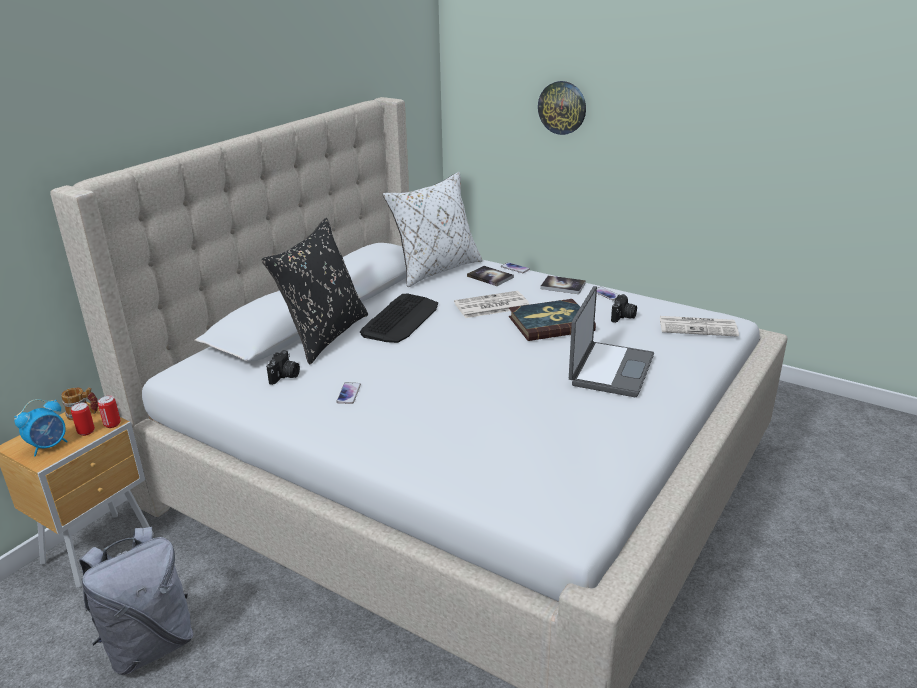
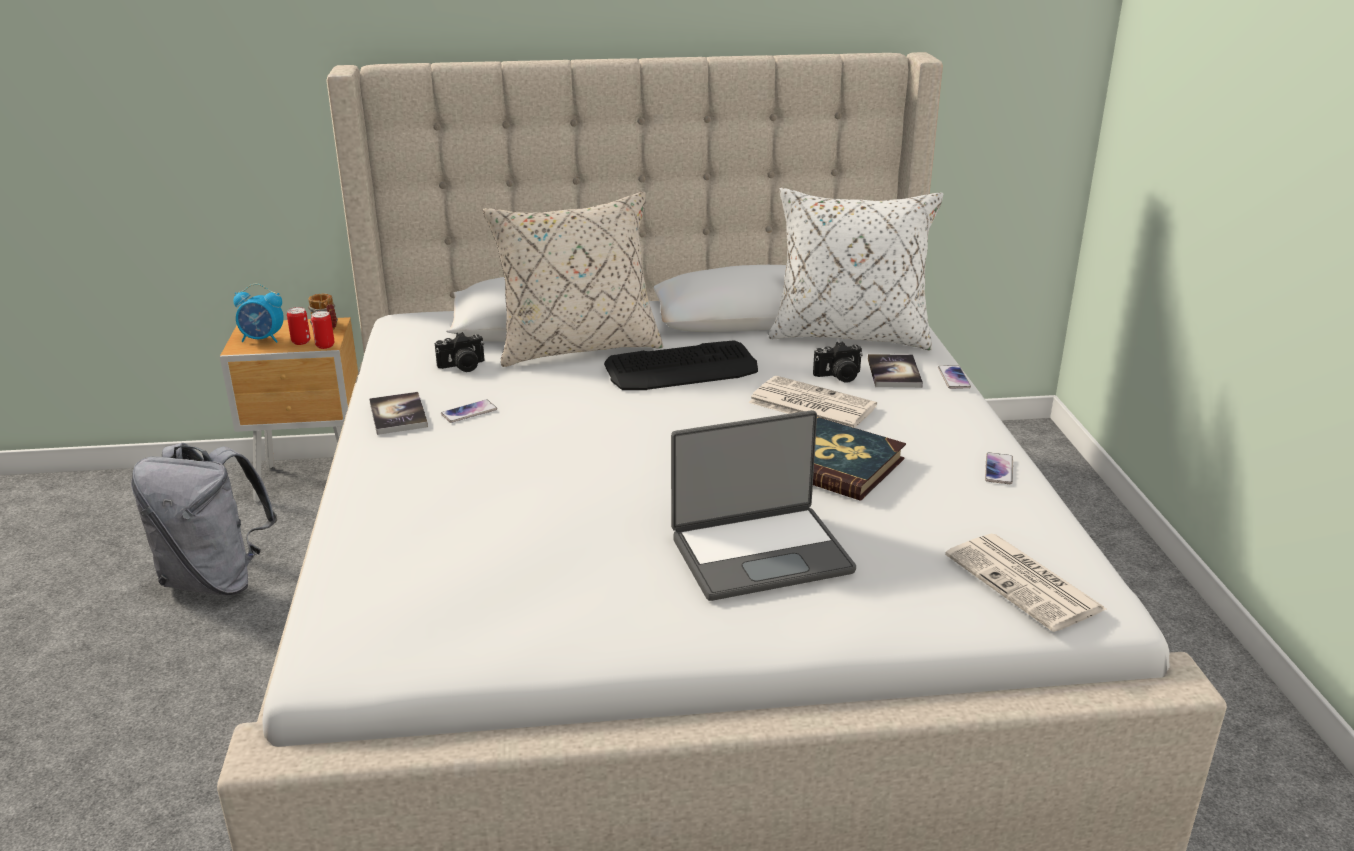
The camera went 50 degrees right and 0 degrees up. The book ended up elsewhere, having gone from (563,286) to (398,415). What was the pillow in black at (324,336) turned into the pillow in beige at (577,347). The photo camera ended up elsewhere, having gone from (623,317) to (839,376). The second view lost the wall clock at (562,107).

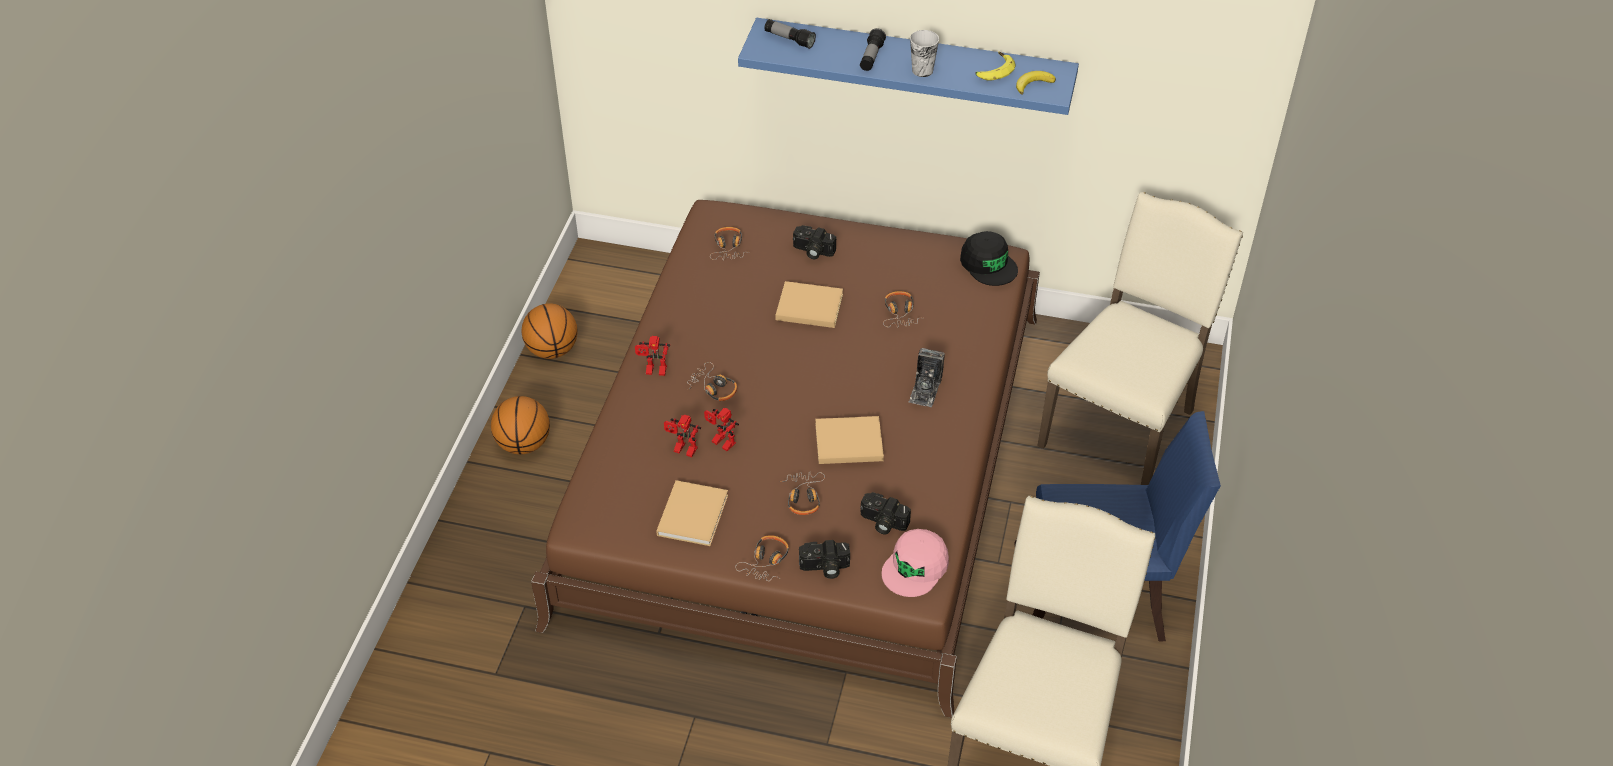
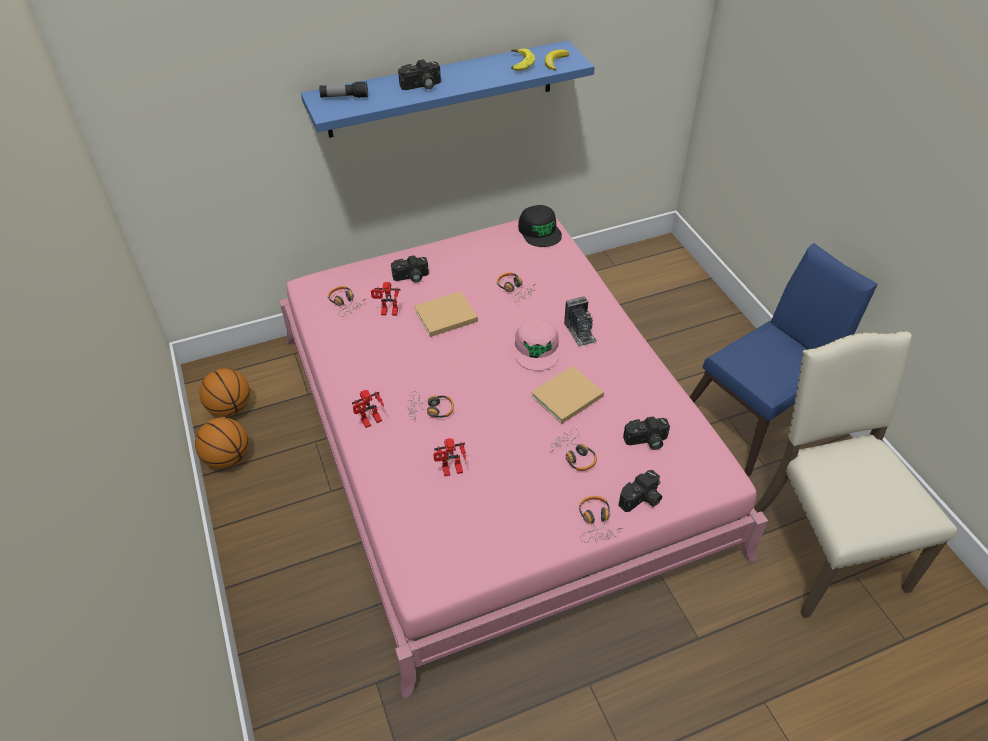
The camera went 35 degrees left and 0 degrees up. The basketball ended up elsewhere, having gone from (524,444) to (230,408). What was the bed in brown at (805,463) turned into the bed in pink at (494,438). The toy robot ended up elsewhere, having gone from (720,443) to (388,313). Where the flashlight stood at (871,57), the photo camera came to stand at (421,86). The cap in pink ended up elsewhere, having gone from (915,567) to (537,349). The cap in black at (988,264) ended up facing another way, 45 degrees clockwise from before. The second view lost the book in beige at (693,513). The second view lost the cup at (922,70). The second view lost the chair in beige at (1122,427).

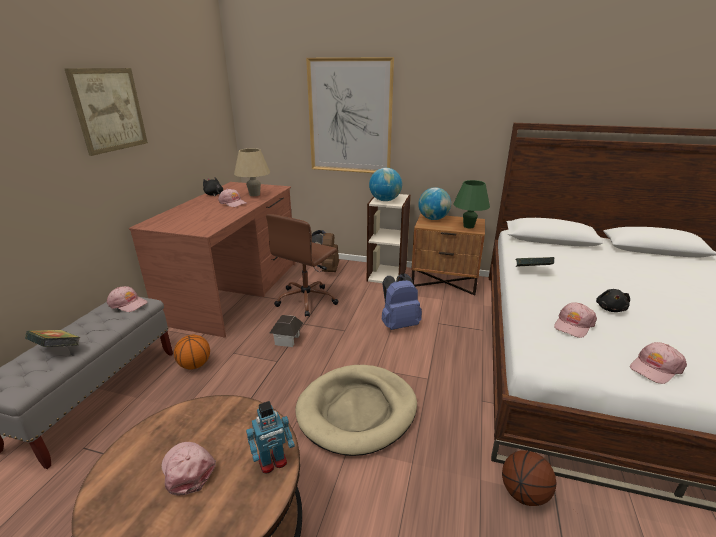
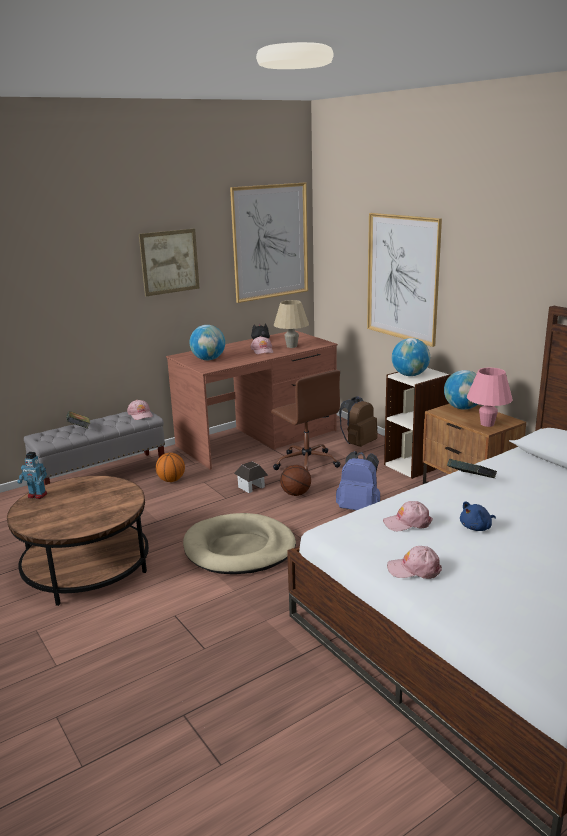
The camera went 40 degrees right and 5 degrees down. The toy robot ended up elsewhere, having gone from (273,462) to (37,495). The second view gained the globe at (208,359). The second view gained the picture at (270,242). The office chair in brown at (307,300) ended up facing another way, 105 degrees counterclockwise from before. The basketball ended up elsewhere, having gone from (524,493) to (296,494). What was the plush toy in black at (610,308) turned into the plush toy in blue at (477,527). What was the table lamp in green at (468,226) turned into the table lamp in pink at (487,424). The second view lost the cap in pink at (187,469).

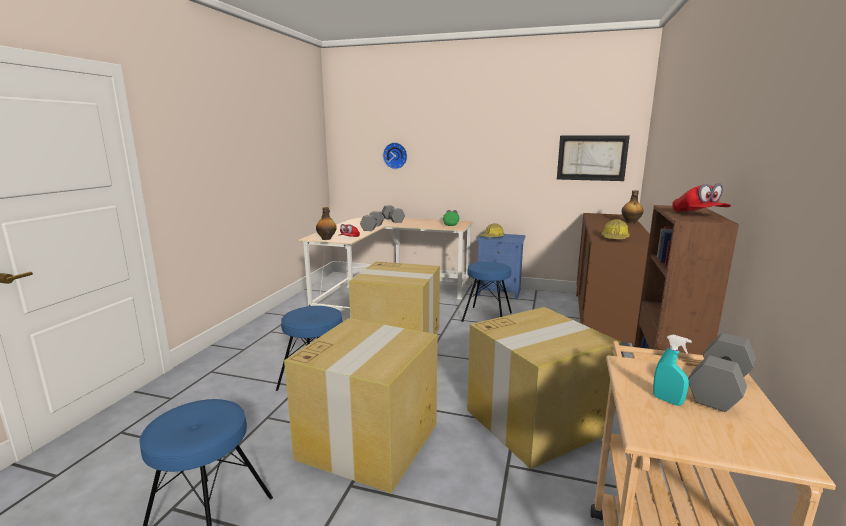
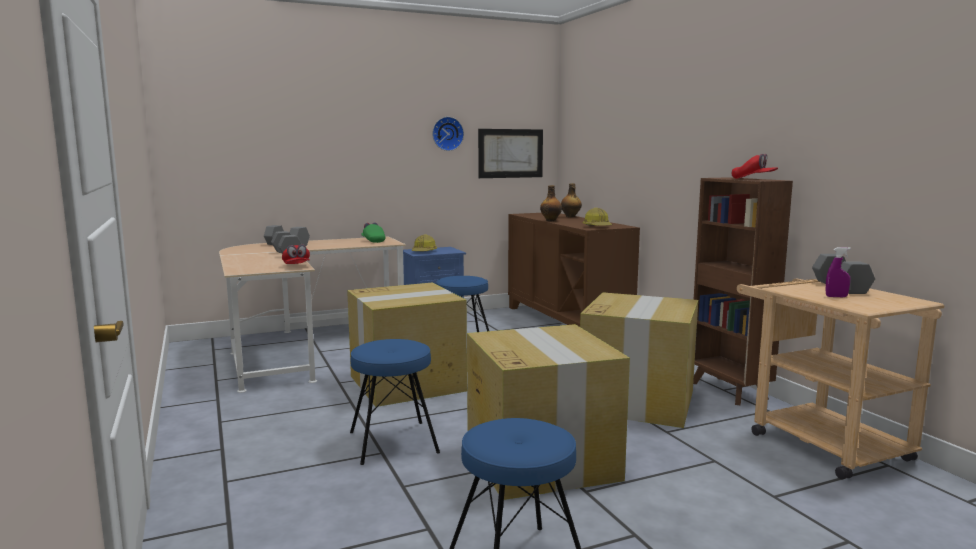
The camera went 40 degrees left and 5 degrees down. The wall clock ended up elsewhere, having gone from (395,155) to (447,133). The bottle ended up elsewhere, having gone from (327,239) to (551,220). What was the spray bottle in turquoise at (667,400) turned into the spray bottle in purple at (836,296).

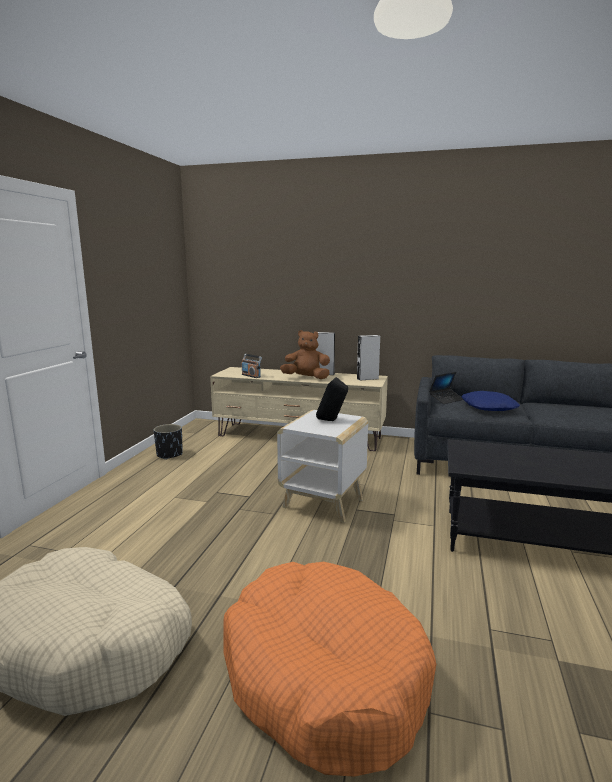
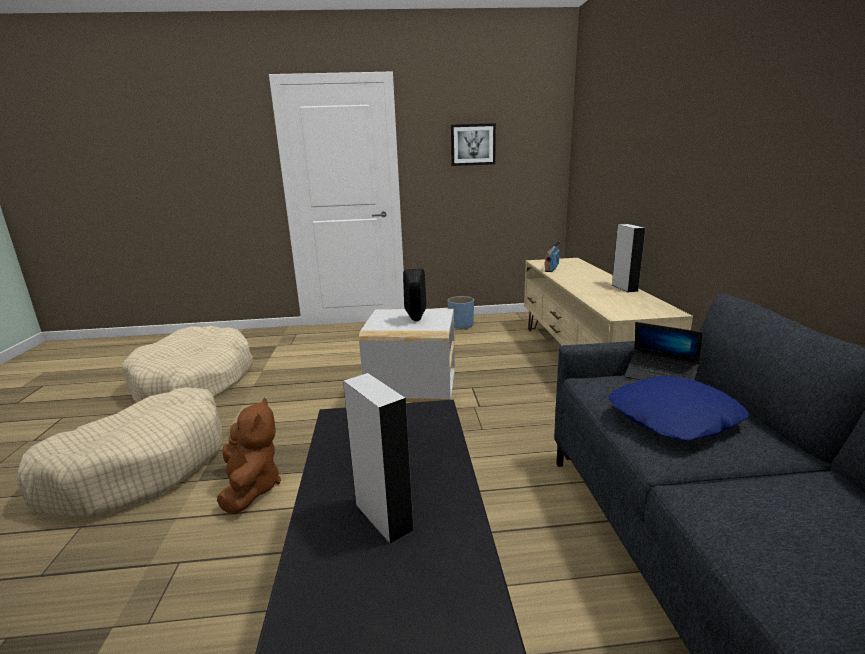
The camera went 70 degrees right and 5 degrees up. What was the dog bed in orange at (323,675) turned into the dog bed in beige at (141,466). The plush toy in brown ended up elsewhere, having gone from (306,378) to (251,488). The speaker in grey ended up elsewhere, having gone from (367,378) to (383,517). What was the planter in black at (169,454) turned into the planter in blue at (461,325). The second view gained the picture at (473,144).

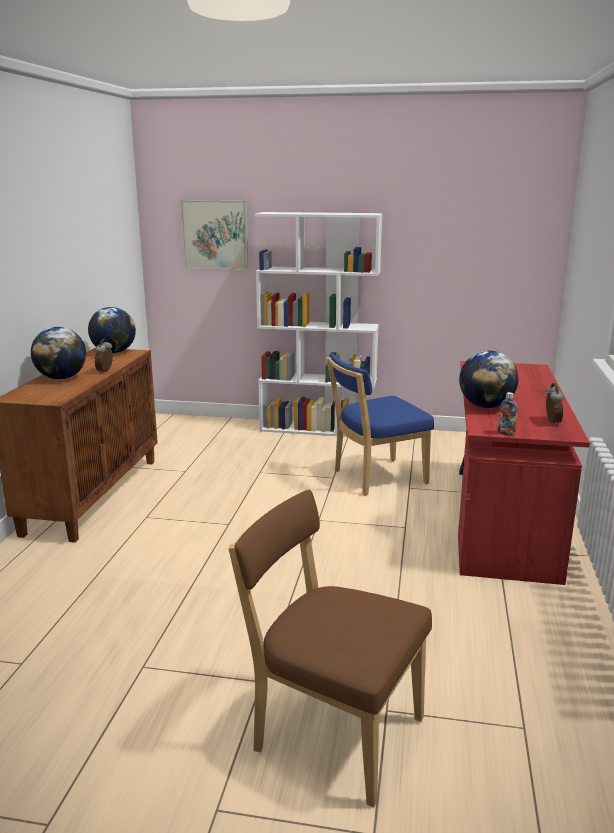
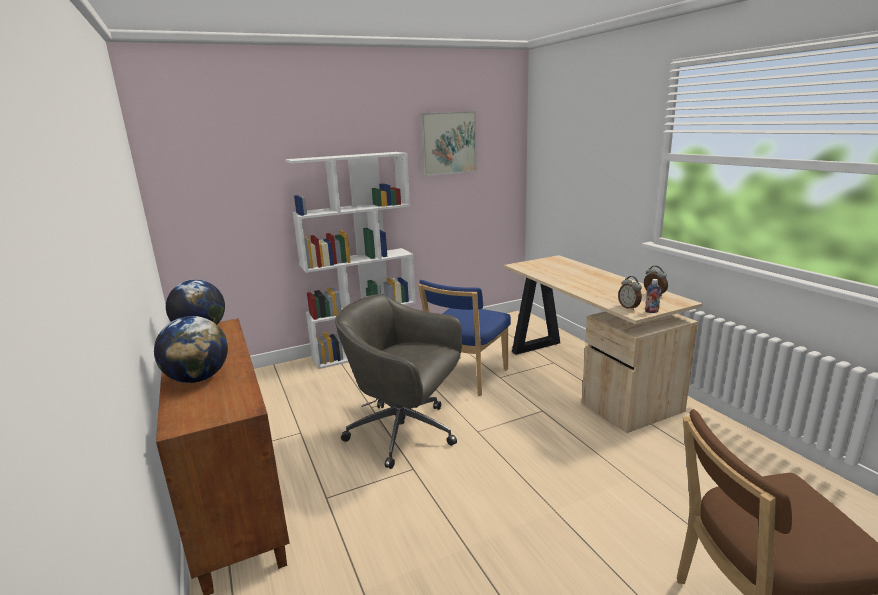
The camera went 35 degrees left and 0 degrees up. The second view gained the office chair in grey at (405,433). The picture ended up elsewhere, having gone from (215,234) to (448,143). What was the desk in red at (502,516) turned into the desk in beige at (584,376). The alarm clock ended up elsewhere, having gone from (105,371) to (629,307). The second view lost the globe at (486,406).

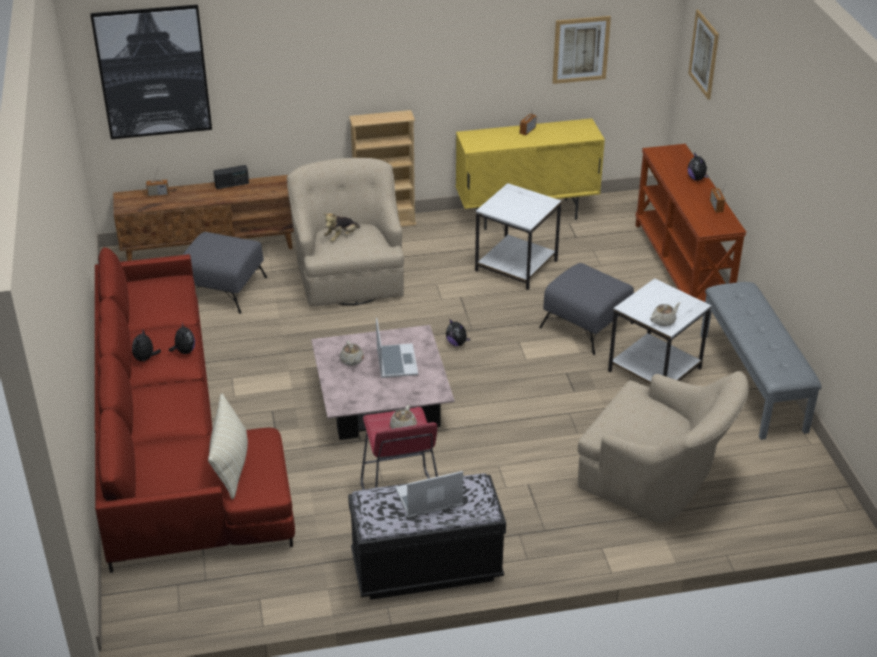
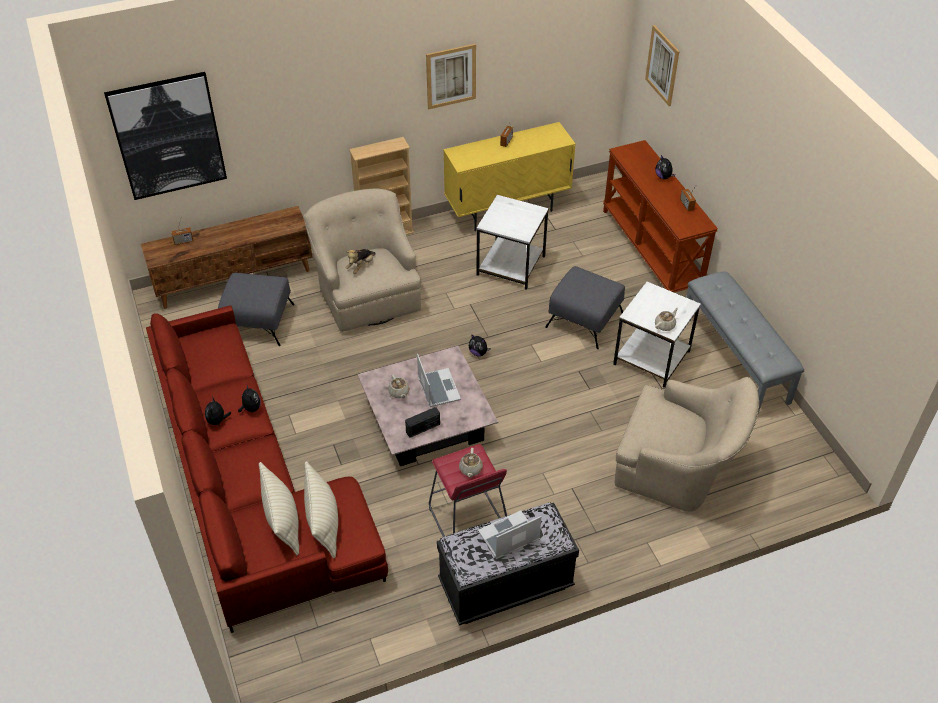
The camera went 10 degrees left and 10 degrees up. The second view gained the pillow in beige at (282,521). The radio ended up elsewhere, having gone from (232,184) to (423,428). The picture ended up elsewhere, having gone from (580,49) to (451,76).

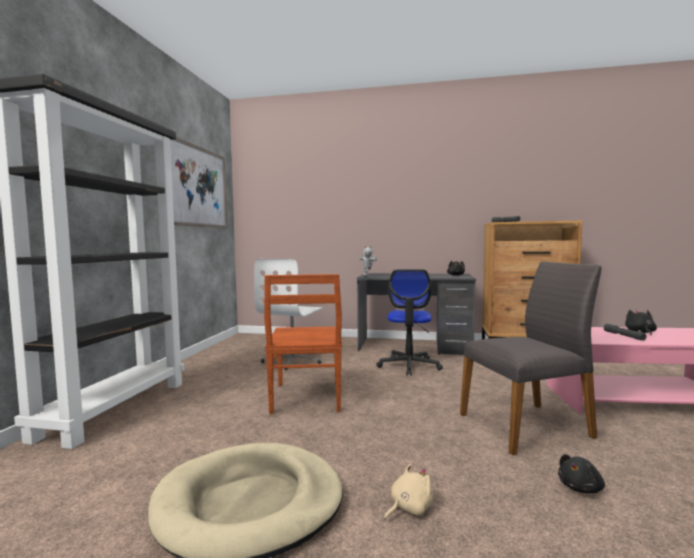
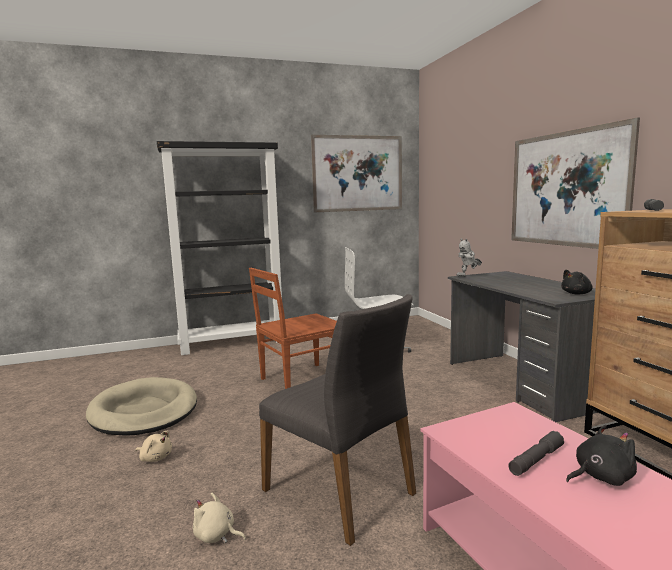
The camera went 60 degrees right and 5 degrees up. What was the plush toy in black at (581,488) turned into the plush toy in beige at (216,535). The second view gained the picture at (565,189). The second view lost the office chair at (409,366).

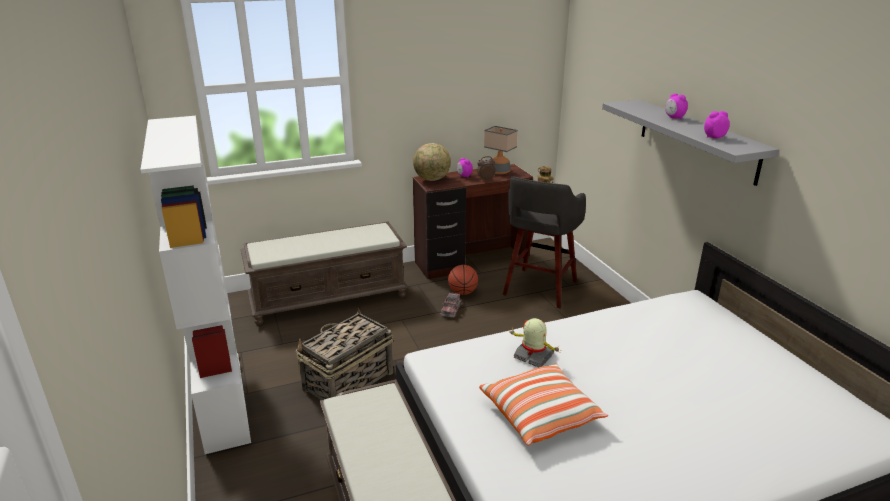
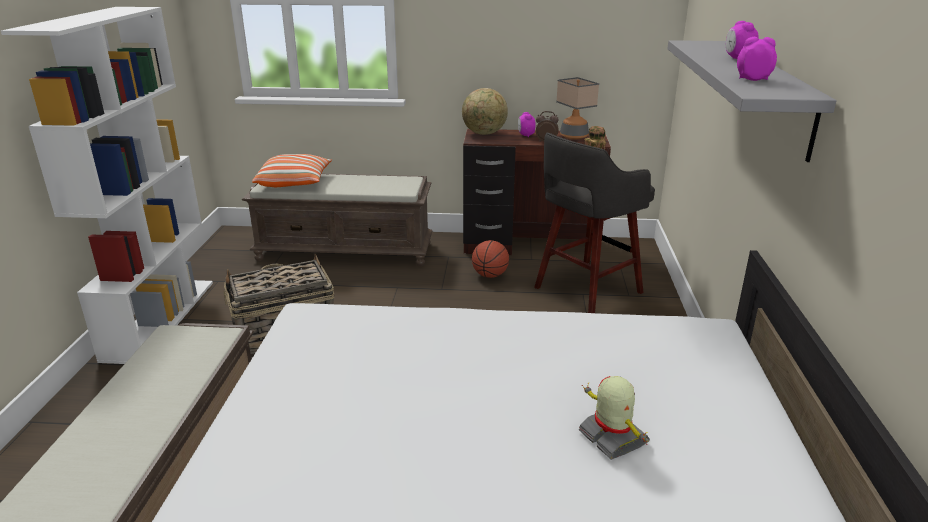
The camera went 25 degrees right and 0 degrees up. The pillow ended up elsewhere, having gone from (540,414) to (294,182). The toy robot ended up elsewhere, having gone from (533,356) to (612,438). The second view lost the toy truck at (451,310).

